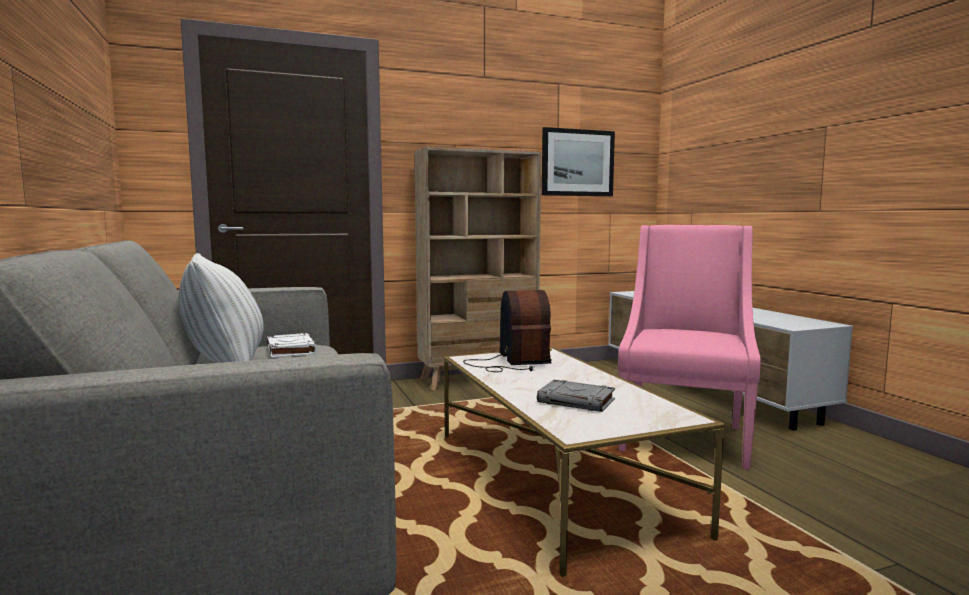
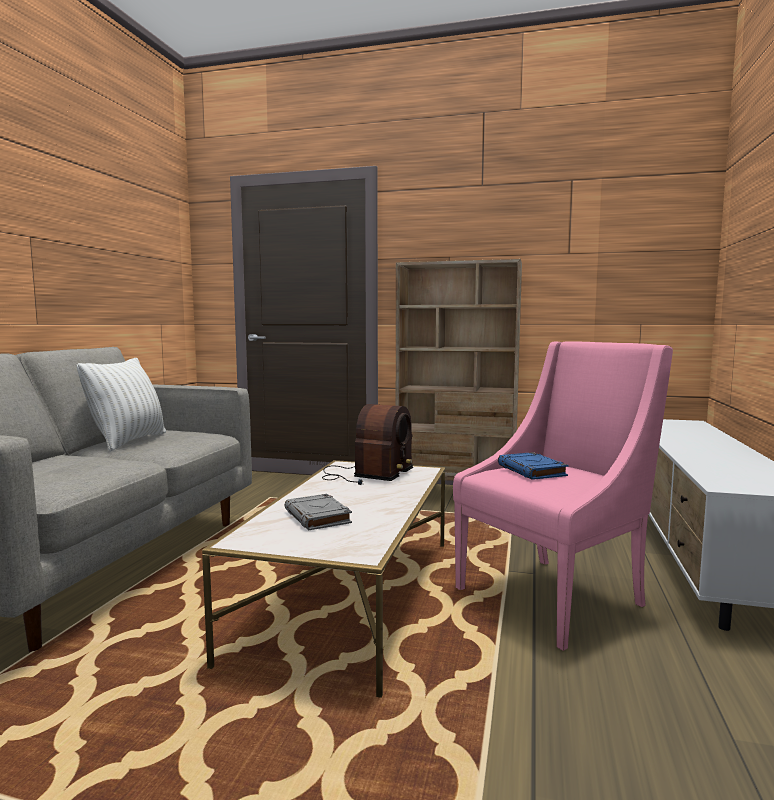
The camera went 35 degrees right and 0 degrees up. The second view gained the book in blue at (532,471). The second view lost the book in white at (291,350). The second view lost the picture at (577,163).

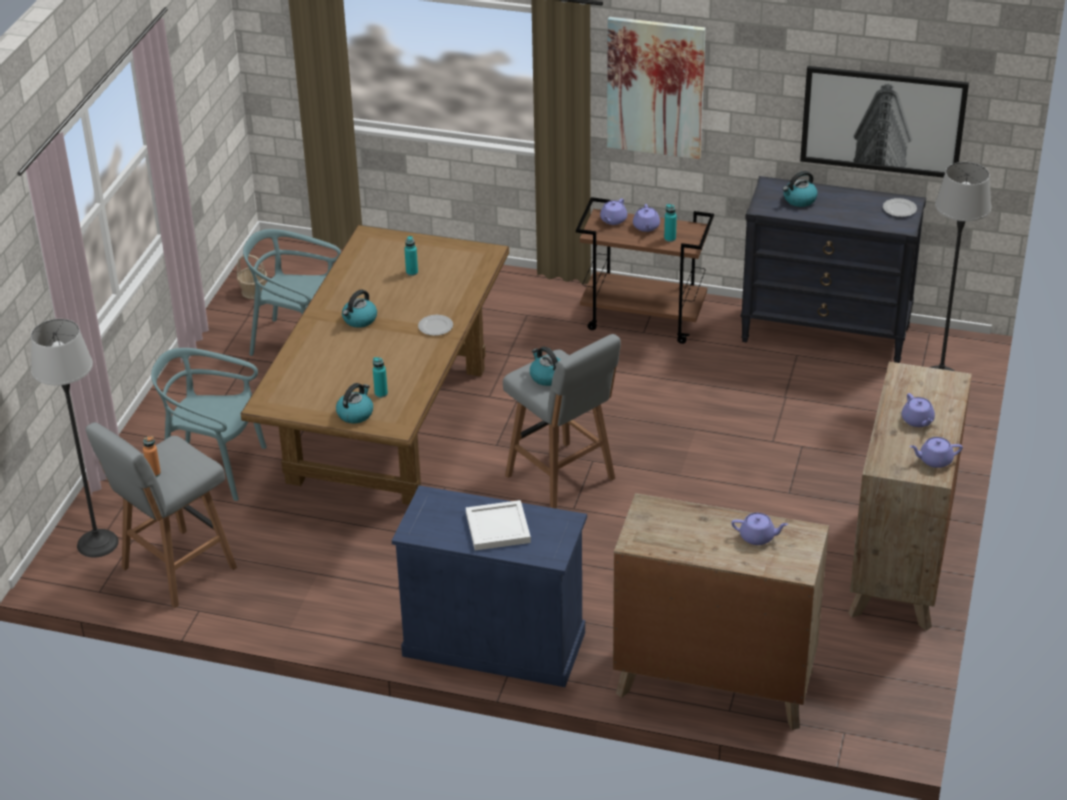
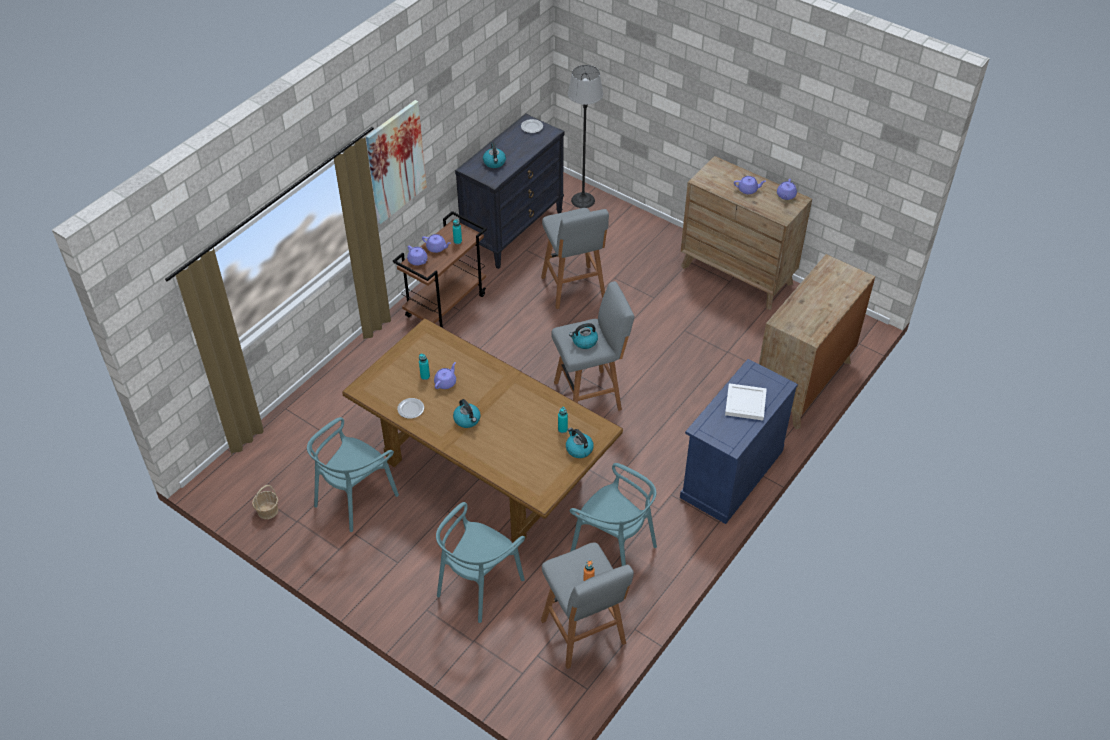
The camera went 70 degrees left and 10 degrees up. The plate ended up elsewhere, having gone from (436,327) to (411,409). The teapot in purple ended up elsewhere, having gone from (758,537) to (446,382). The second view gained the stool in grey at (574,289). The second view gained the chair in turquoise at (614,546). The second view lost the floor lamp at (98,543). The second view lost the picture at (883,120).

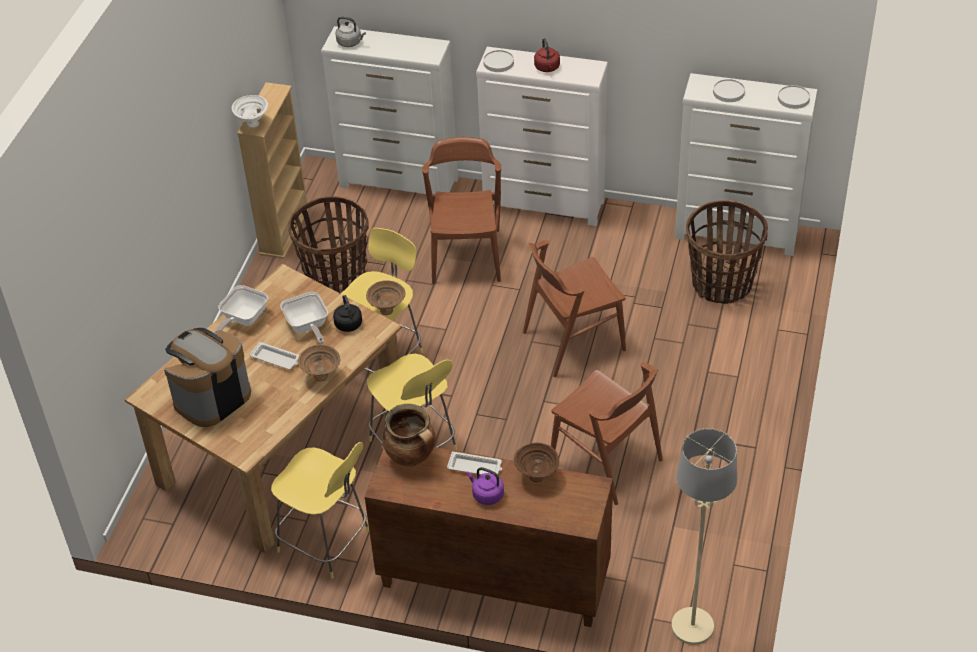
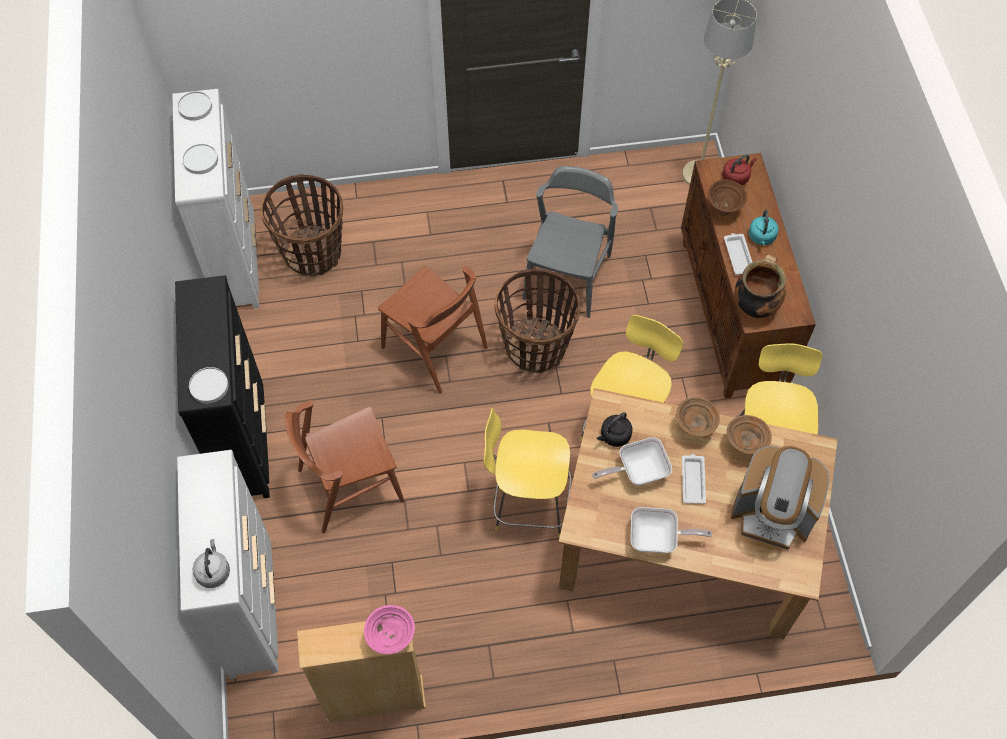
The camera went 115 degrees left and 15 degrees up. What was the dresser in white at (544,205) turned into the dresser in black at (244,439). What was the bowl in white at (253,124) turned into the bowl in pink at (392,637). The basket ended up elsewhere, having gone from (336,279) to (535,347). What was the chair in brown at (606,461) turned into the chair in grey at (567,277). The frying pan at (307,327) ended up facing another way, 150 degrees counterclockwise from before. The kettle in red ended up elsewhere, having gone from (547,68) to (736,177). The bowl in brown ended up elsewhere, having gone from (387,310) to (743,446). What was the kettle in purple at (486,495) turned into the kettle in turquoise at (761,237).

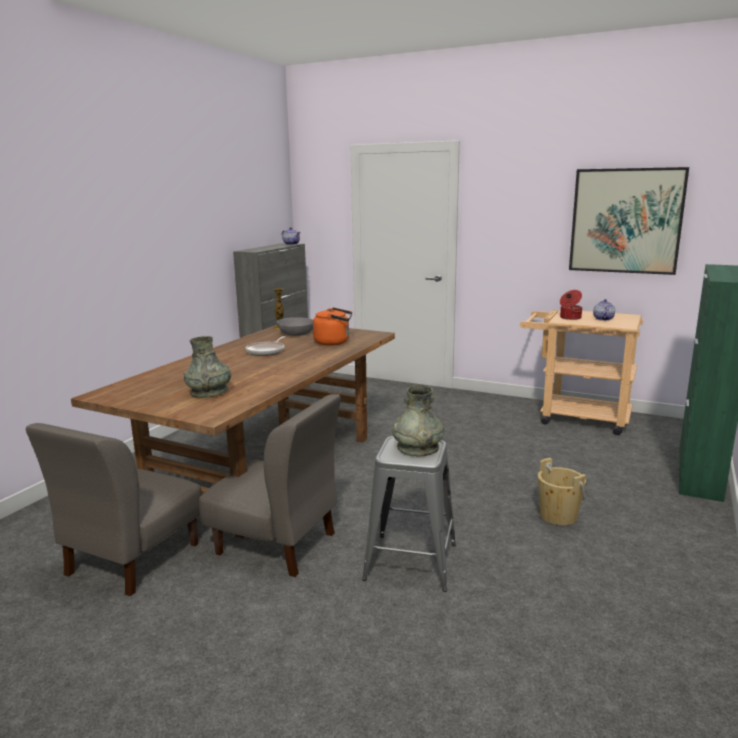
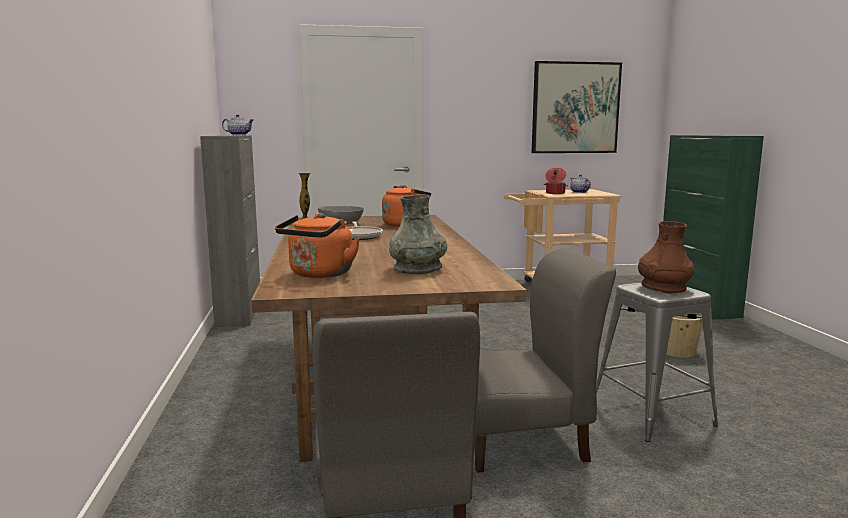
The camera went 35 degrees left and 5 degrees down. The second view gained the kettle in orange at (319,275). What was the vase in grey at (417,448) turned into the vase in brown at (663,287).

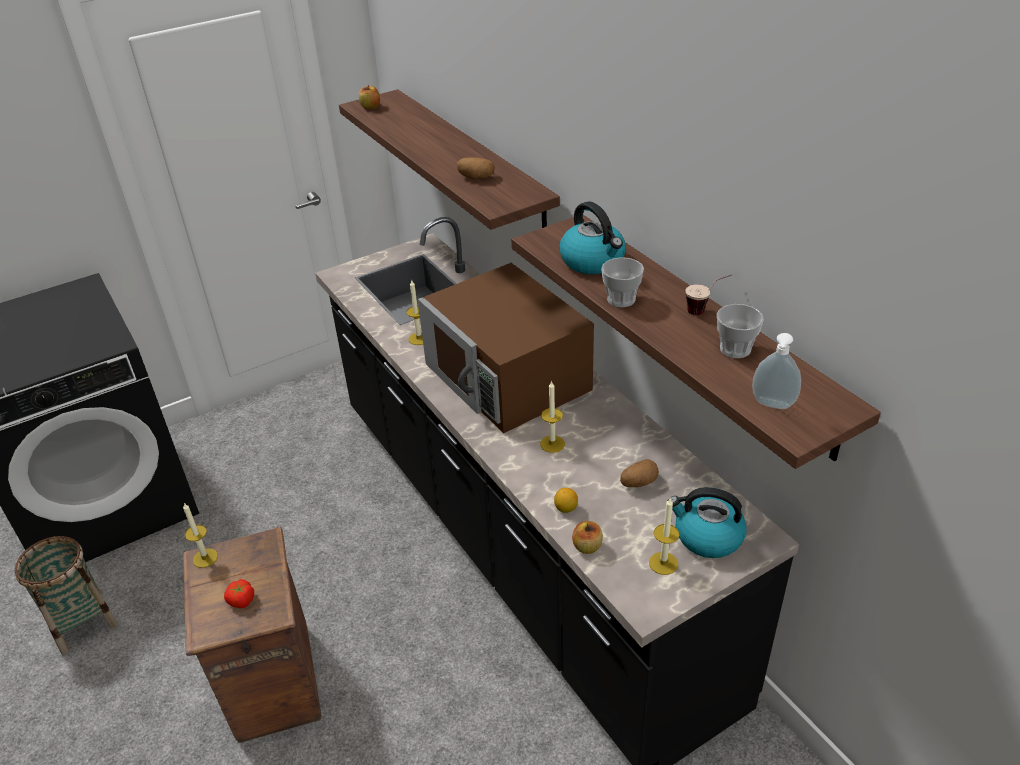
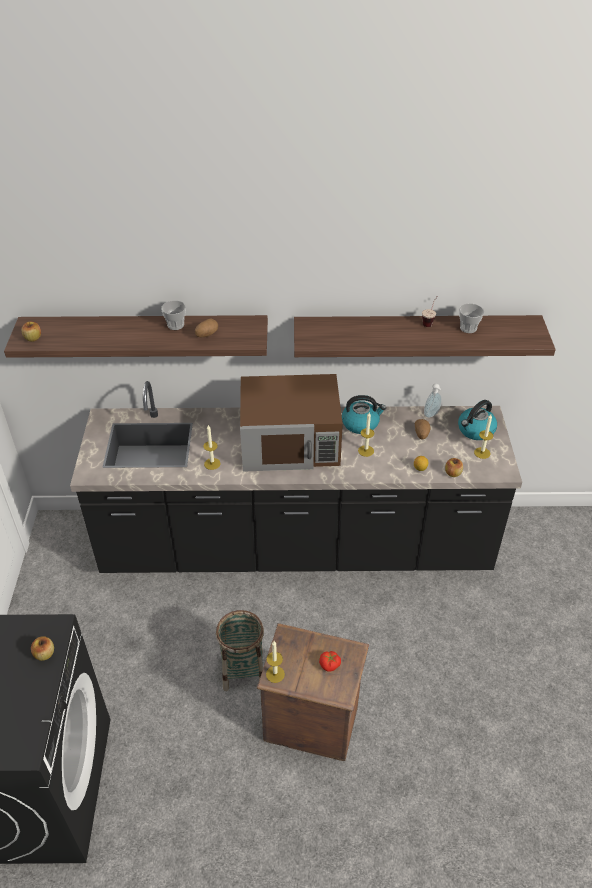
The camera went 60 degrees left and 5 degrees up. The second view gained the apple at (44,654). The cup ended up elsewhere, having gone from (621,299) to (175,325). The basket ended up elsewhere, having gone from (82,622) to (243,670). The kettle ended up elsewhere, having gone from (593,261) to (361,423). The soap dispenser ended up elsewhere, having gone from (772,405) to (432,415).

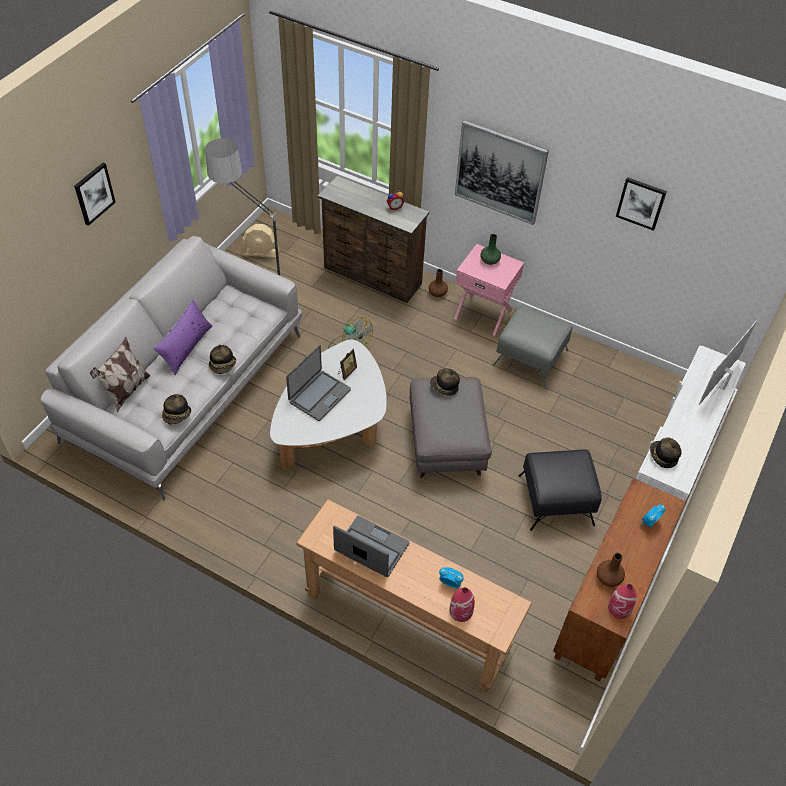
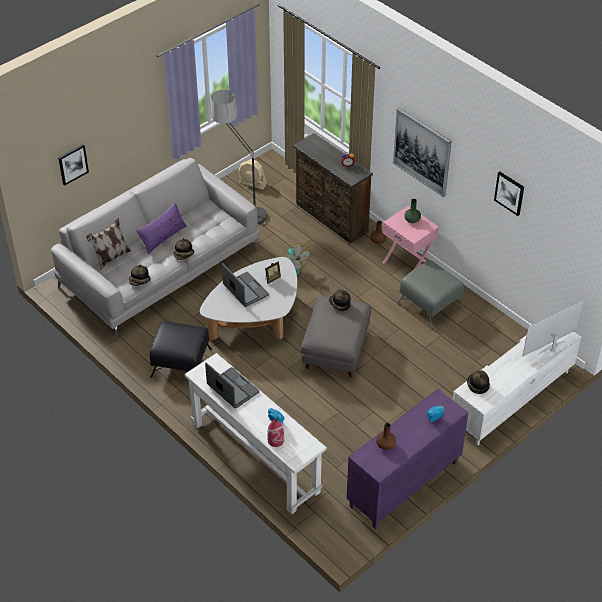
The camera went 20 degrees right and 5 degrees down. The picture ended up elsewhere, having gone from (94,193) to (73,164). The ottoman in black ended up elsewhere, having gone from (556,500) to (181,363). What was the console table in brown at (407,620) turned into the console table in white at (255,457). The laptop at (319,395) ended up facing another way, 90 degrees counterclockwise from before. What was the cabinet in brown at (606,607) turned into the cabinet in purple at (404,485). The second view lost the vase in red at (619,607).

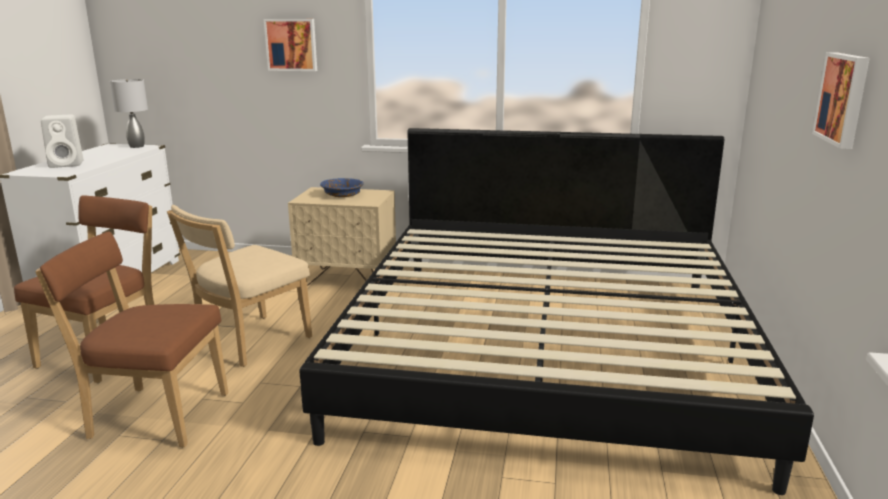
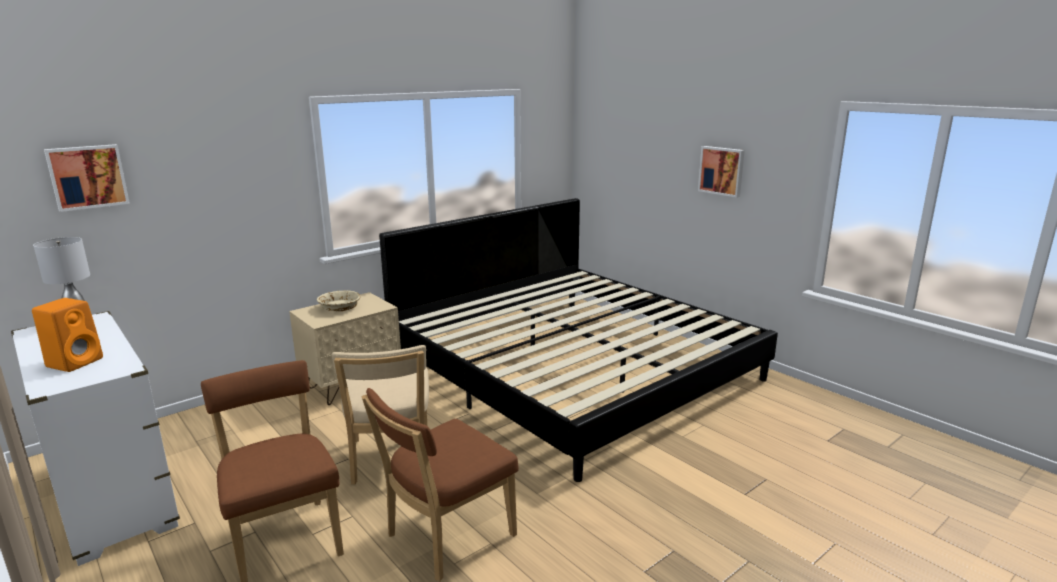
The camera went 50 degrees left and 0 degrees up. What was the speaker in white at (67,164) turned into the speaker in orange at (76,362). The picture ended up elsewhere, having gone from (291,45) to (87,177). What was the bowl in blue at (342,194) turned into the bowl in beige at (340,308).

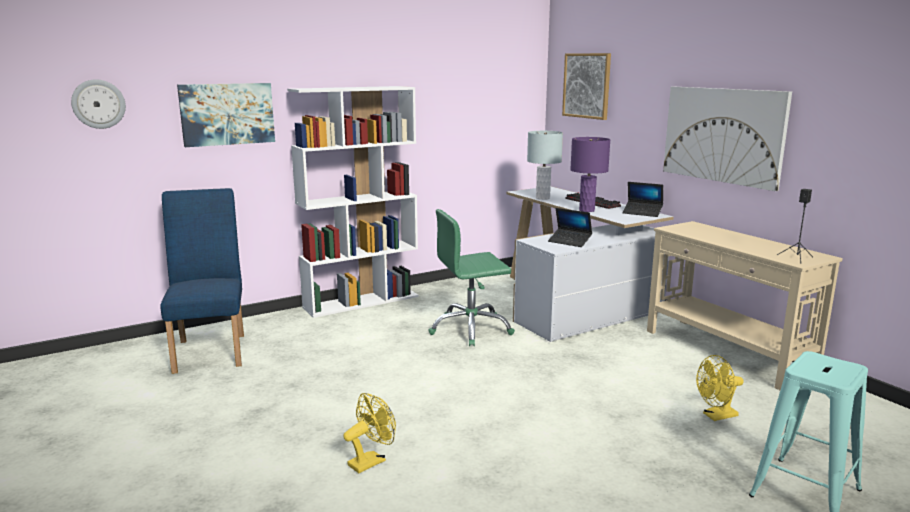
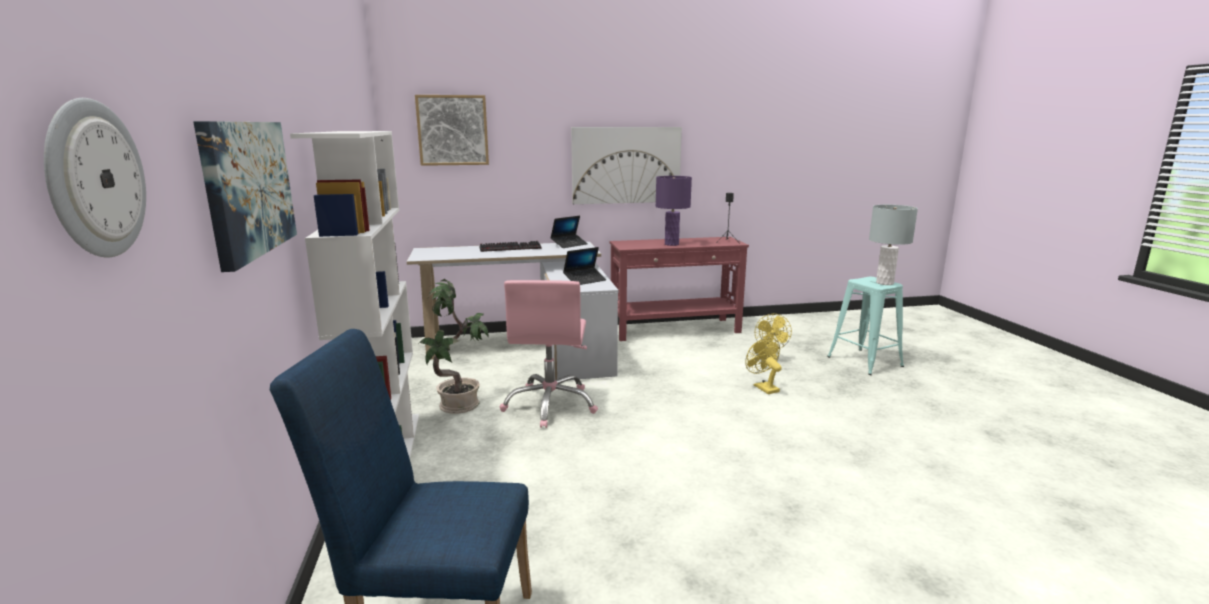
The camera went 70 degrees left and 0 degrees up. The second view gained the potted plant at (460,406). What was the office chair in green at (471,329) turned into the office chair in pink at (550,405). What was the console table in beige at (727,352) turned into the console table in red at (675,330). The table lamp in purple ended up elsewhere, having gone from (586,210) to (672,244). The fan in yellow ended up elsewhere, having gone from (371,461) to (763,387). The table lamp in grey ended up elsewhere, having gone from (543,198) to (885,283).

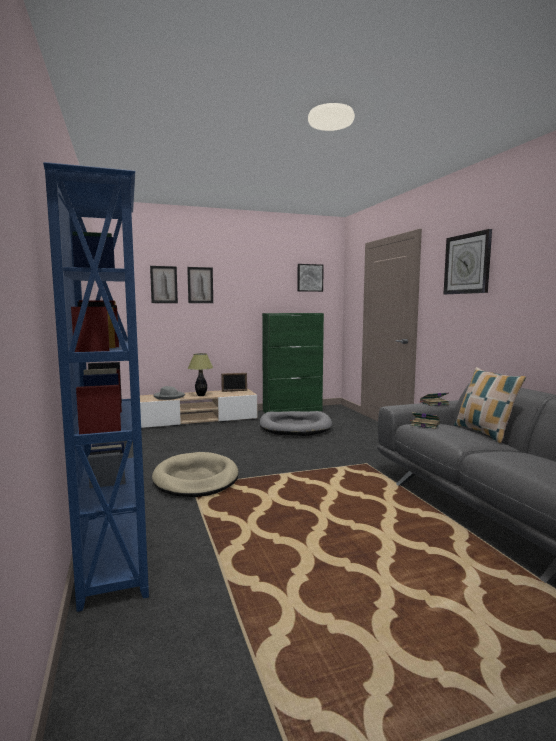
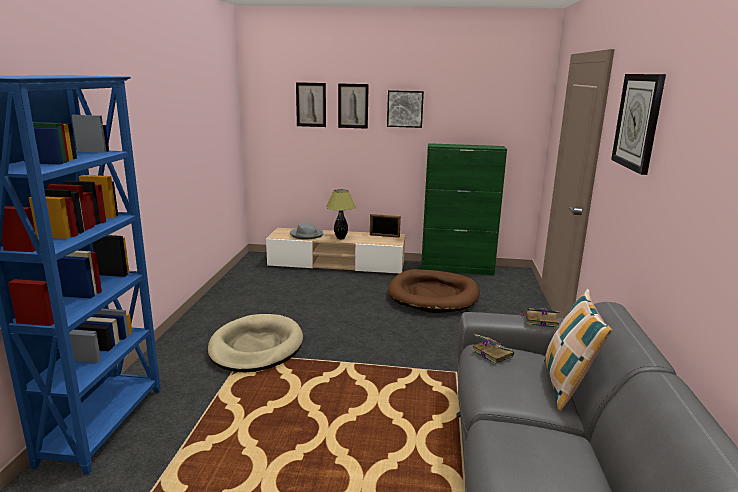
The camera went 25 degrees right and 10 degrees up. The picture ended up elsewhere, having gone from (309,278) to (405,109). What was the dog bed in grey at (295,427) turned into the dog bed in brown at (433,295).

